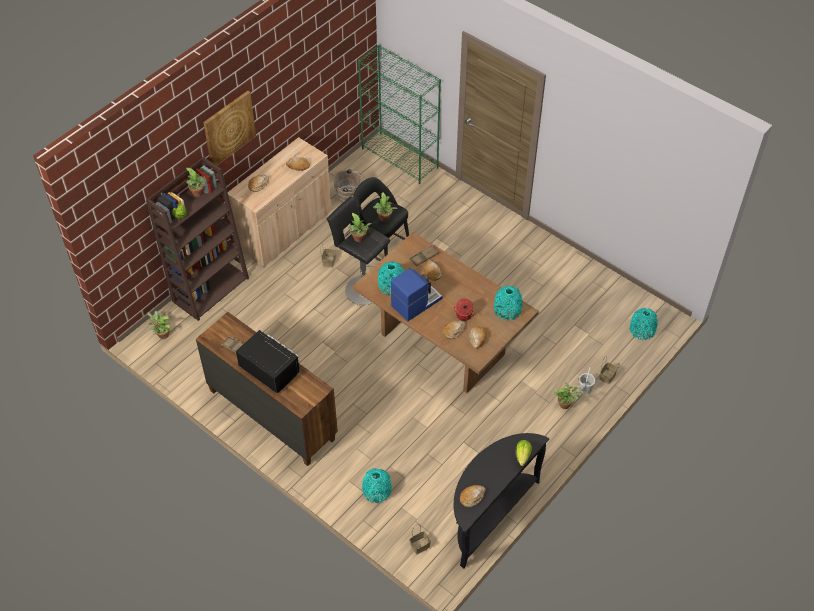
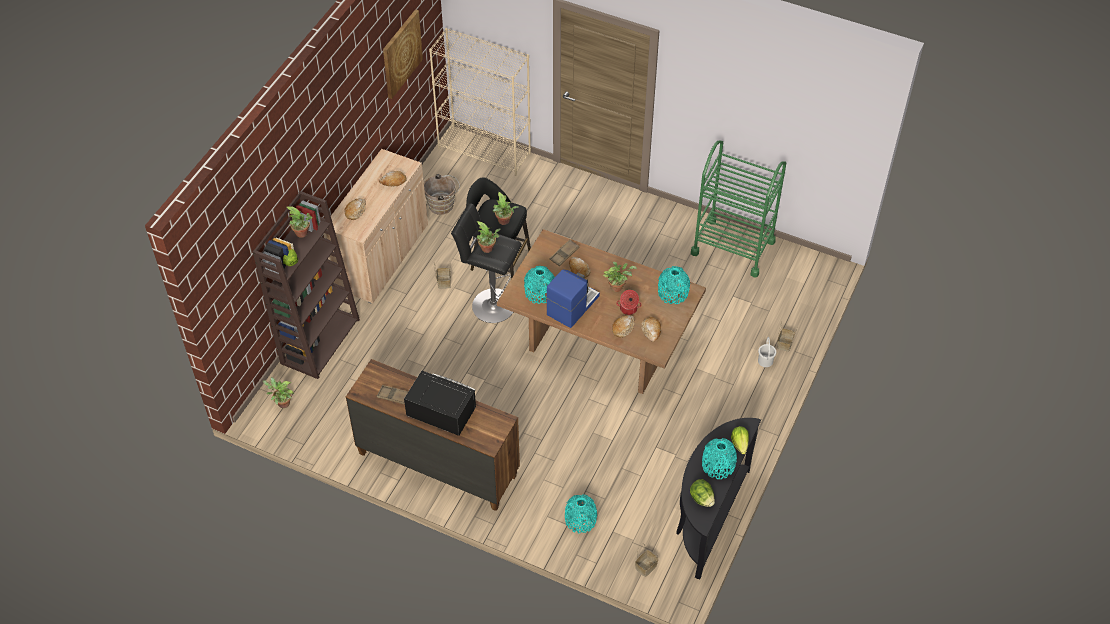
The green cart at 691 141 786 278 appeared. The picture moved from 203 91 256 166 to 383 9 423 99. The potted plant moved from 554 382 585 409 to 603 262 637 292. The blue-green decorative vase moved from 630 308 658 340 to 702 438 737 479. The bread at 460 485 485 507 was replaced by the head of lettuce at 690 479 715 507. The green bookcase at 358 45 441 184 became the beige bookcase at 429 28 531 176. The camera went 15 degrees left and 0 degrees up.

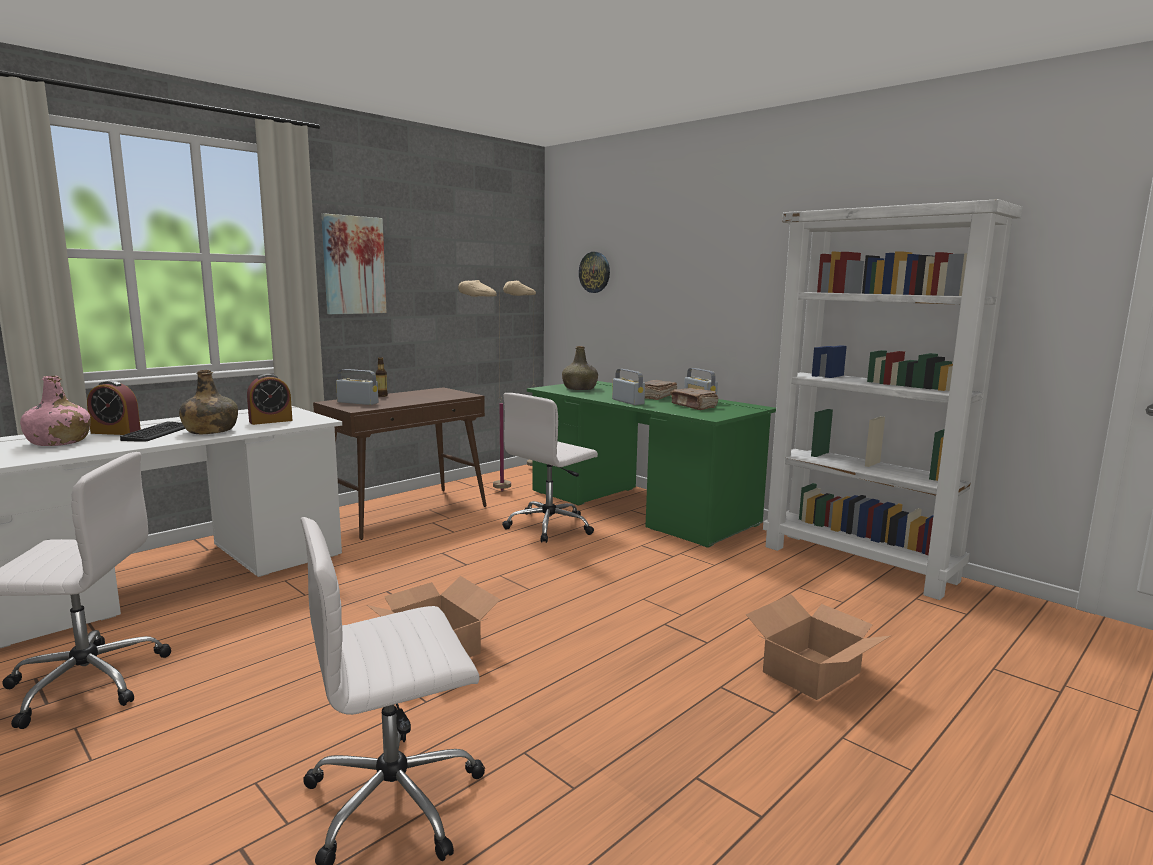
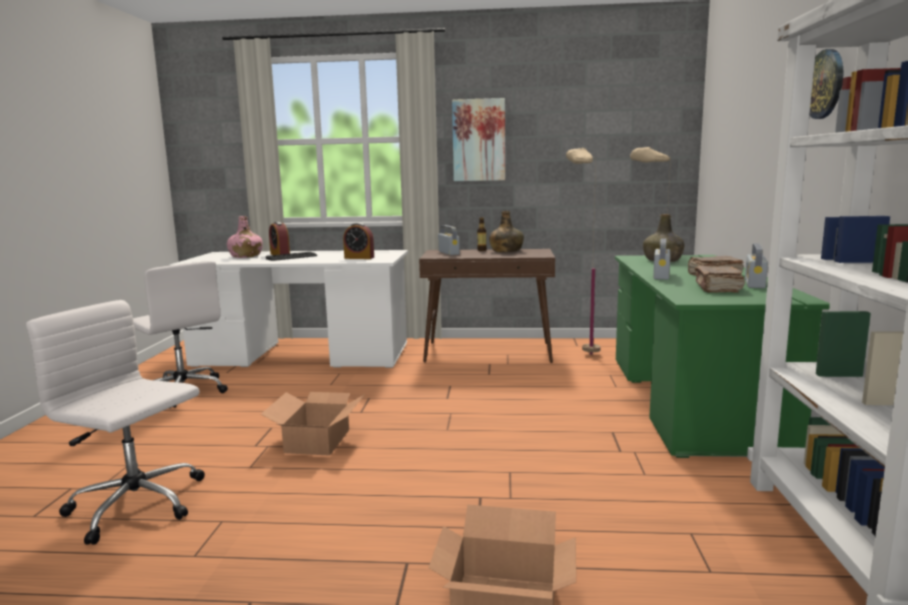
The white-coloured office chair at 502 393 598 543 disappeared. The green beverage bottle moved from 179 370 238 434 to 489 211 524 252. The hanging clock moved from 579 252 610 293 to 809 49 844 119. The camera went 50 degrees right and 0 degrees up.

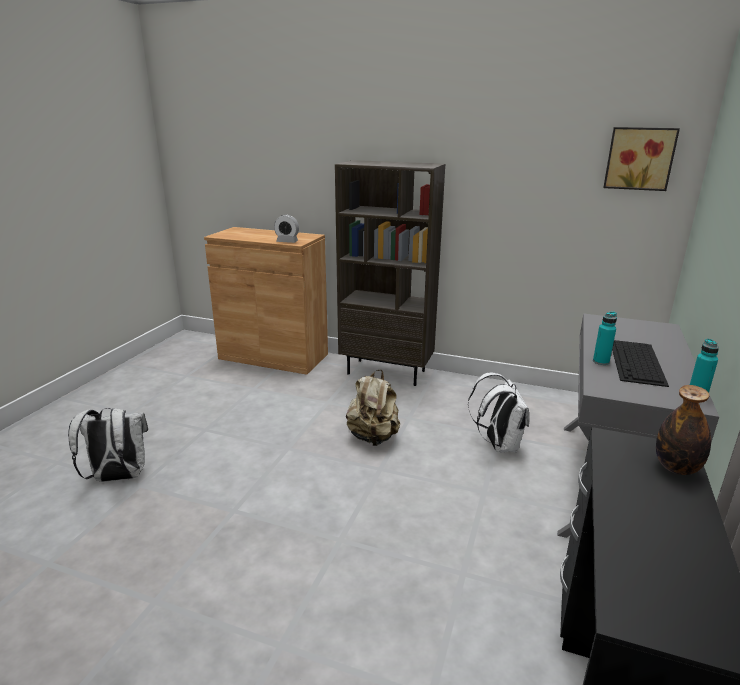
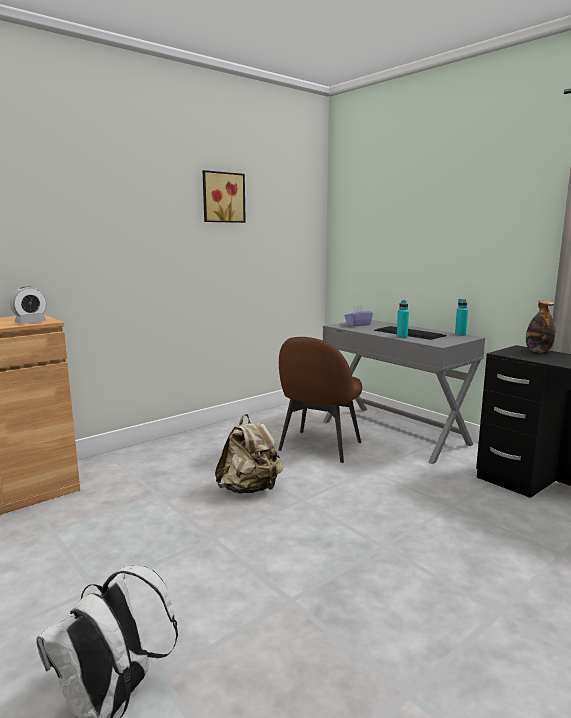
The brownish bookcase at 335 160 445 386 disappeared. The purple-coloured box of tissues at 344 305 373 326 appeared. The picture moved from 603 127 680 191 to 203 170 246 223. The white-coloured rucksack at 468 373 529 453 was replaced by the brownish plain chair at 278 337 362 463. The camera went 60 degrees left and 10 degrees down.

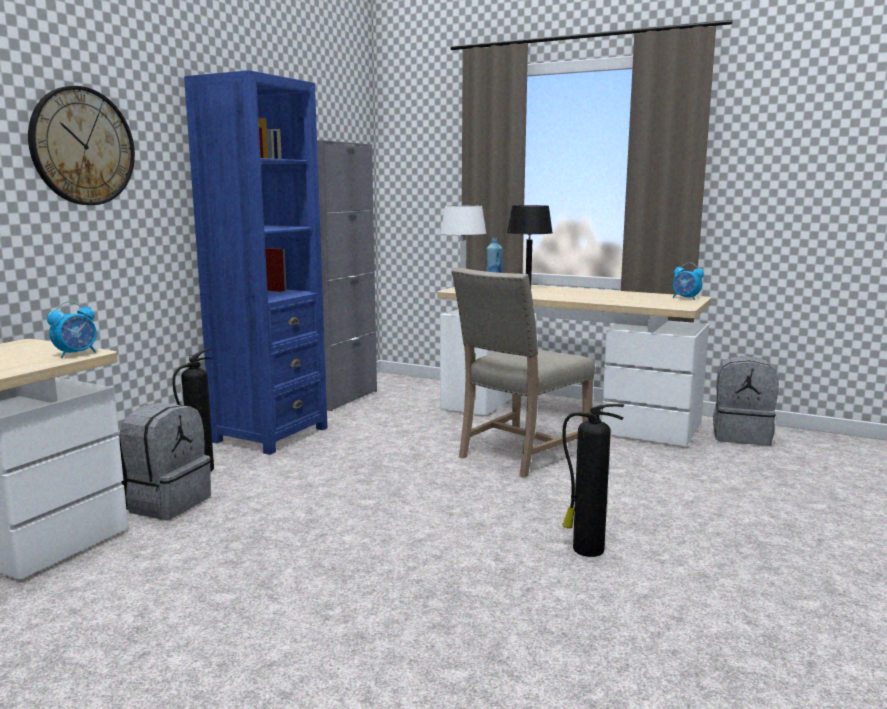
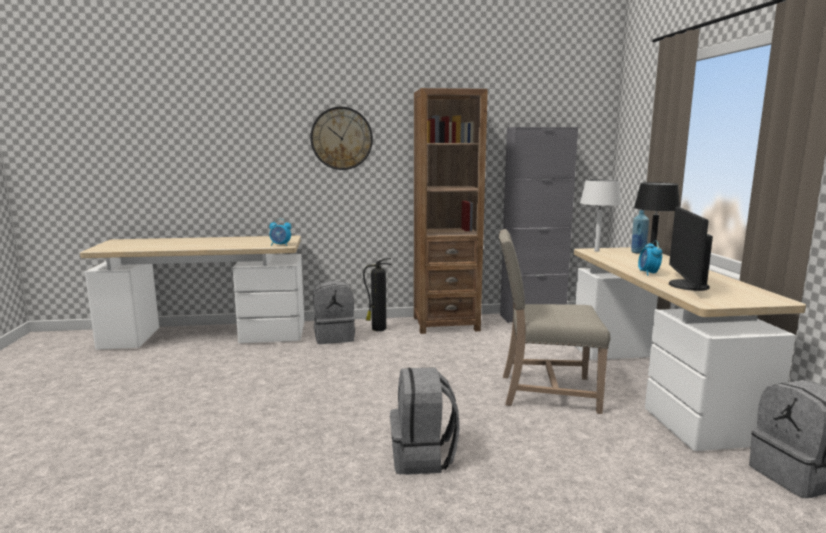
The computer display at 669 206 713 291 appeared. The alarm clock moved from 673 263 704 300 to 638 240 662 276. The extinguisher at 562 404 624 557 was replaced by the grey rucksack at 390 367 460 475. The blue bookcase at 184 70 327 455 became the brownish bookcase at 414 88 488 334. The camera went 55 degrees right and 0 degrees up.

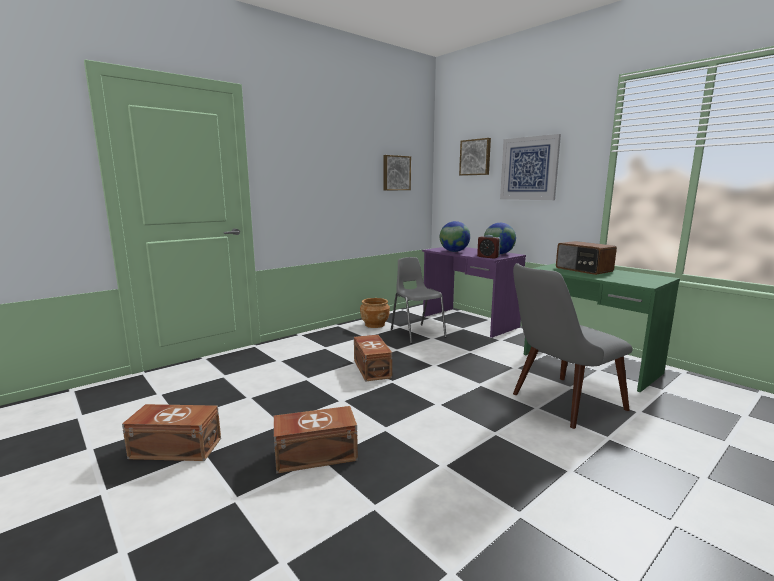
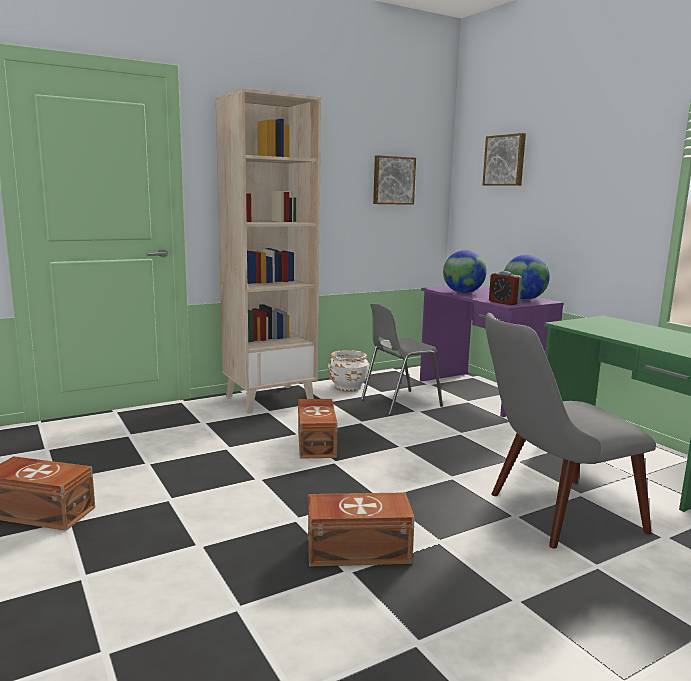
The picture at 500 134 561 200 disappeared. The radio at 556 241 617 275 disappeared. The beige bookcase at 216 88 321 414 appeared. The brownish storage container moved from 274 406 358 474 to 308 492 415 567. The brownish planter at 360 298 390 328 became the white-coloured planter at 328 350 369 391. The grey plain chair at 391 257 447 344 turned 105 degrees counterclockwise. The camera went 10 degrees right and 0 degrees up.

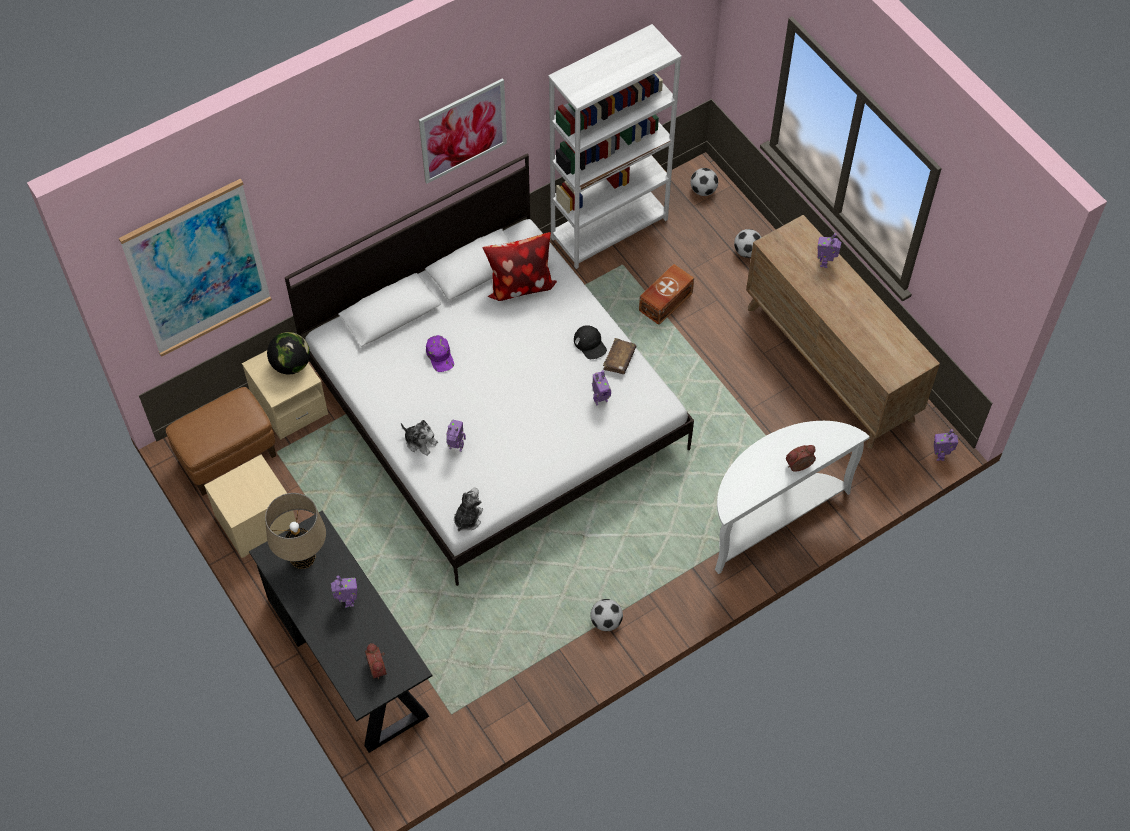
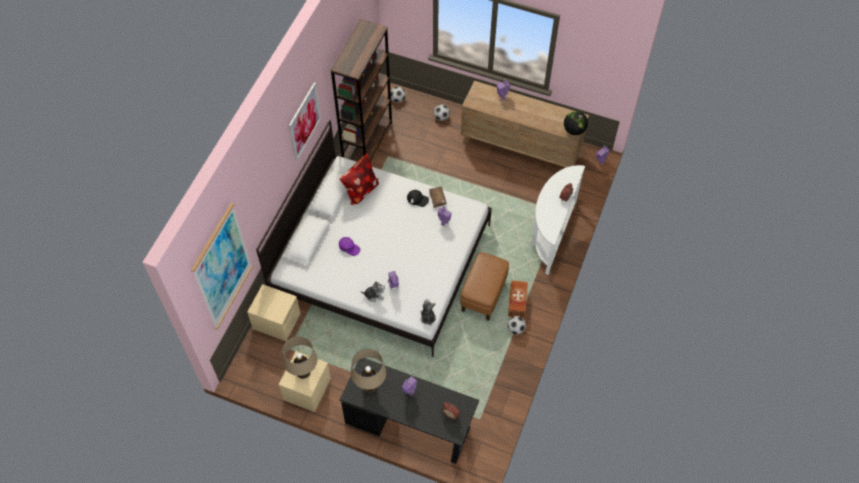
The beige table lamp at 283 336 317 379 appeared. The brownish footrest moved from 166 387 276 495 to 460 252 509 321. The globe moved from 267 332 310 374 to 564 111 588 135. The brownish storage container moved from 639 264 694 325 to 508 280 528 319. The white-coloured bookcase at 548 24 682 269 became the brownish bookcase at 331 19 392 162. The camera went 35 degrees left and 0 degrees up.

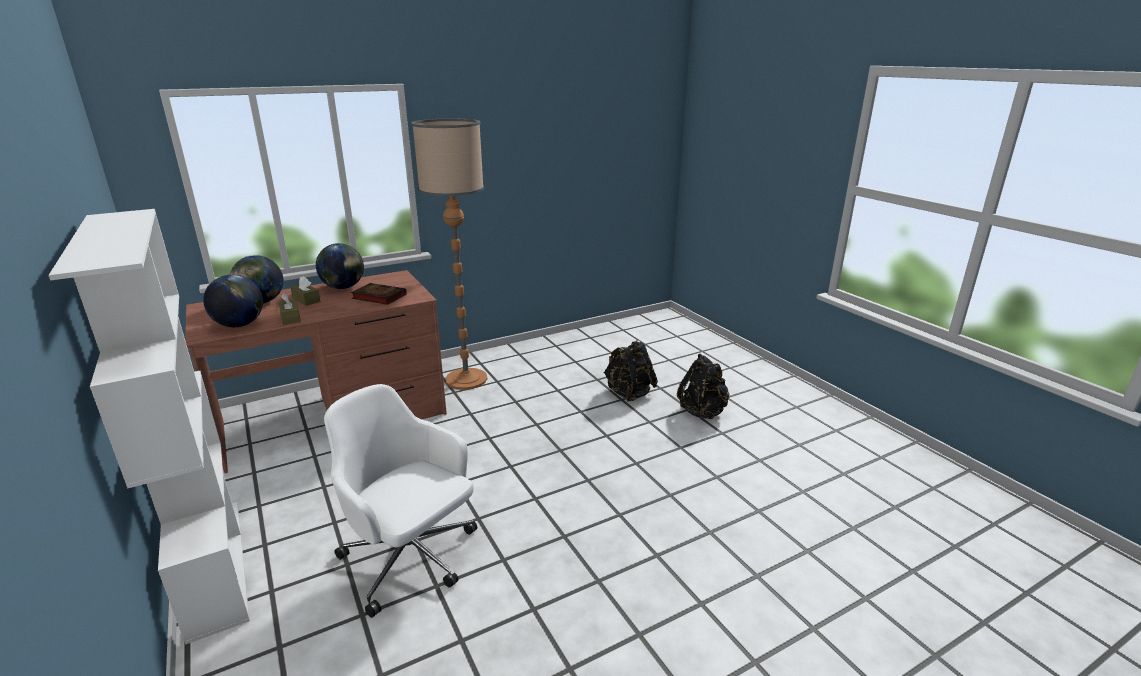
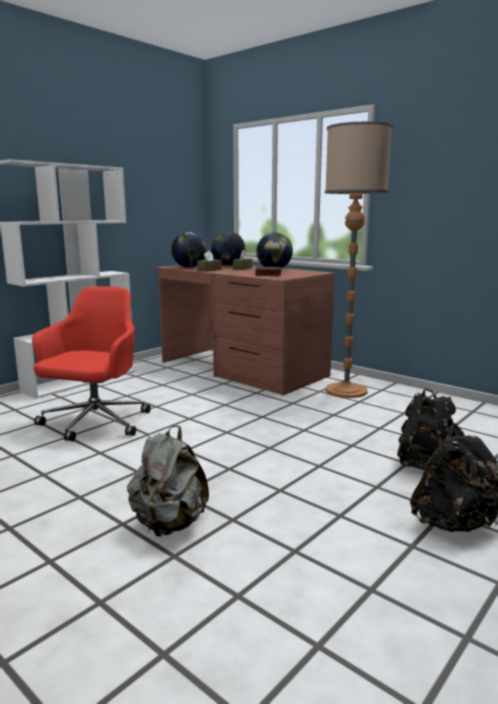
The grey rucksack at 127 425 209 537 appeared. The white-coloured office chair at 324 384 477 618 became the red-coloured office chair at 32 286 151 441. The camera went 70 degrees right and 10 degrees down.

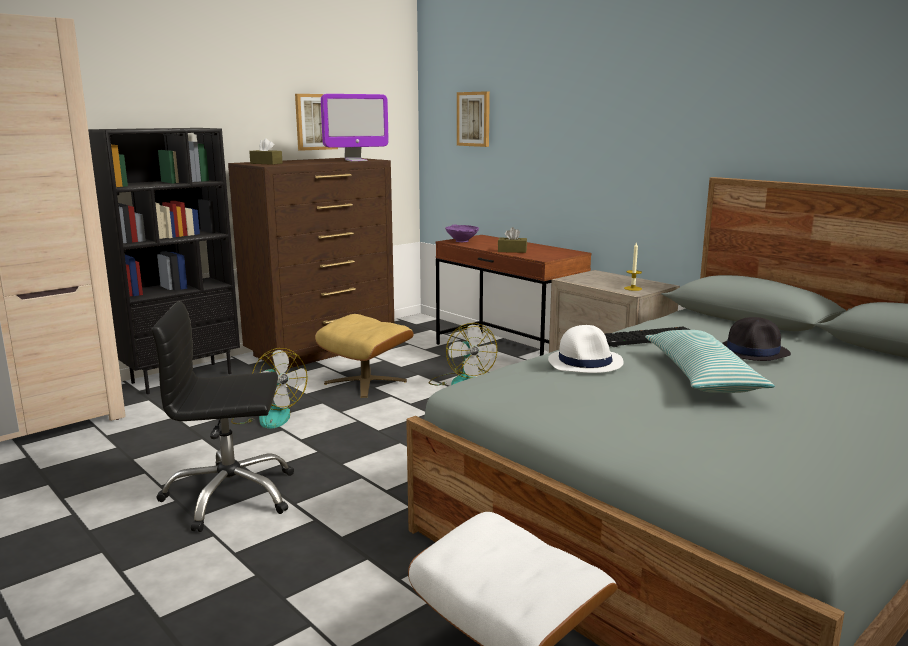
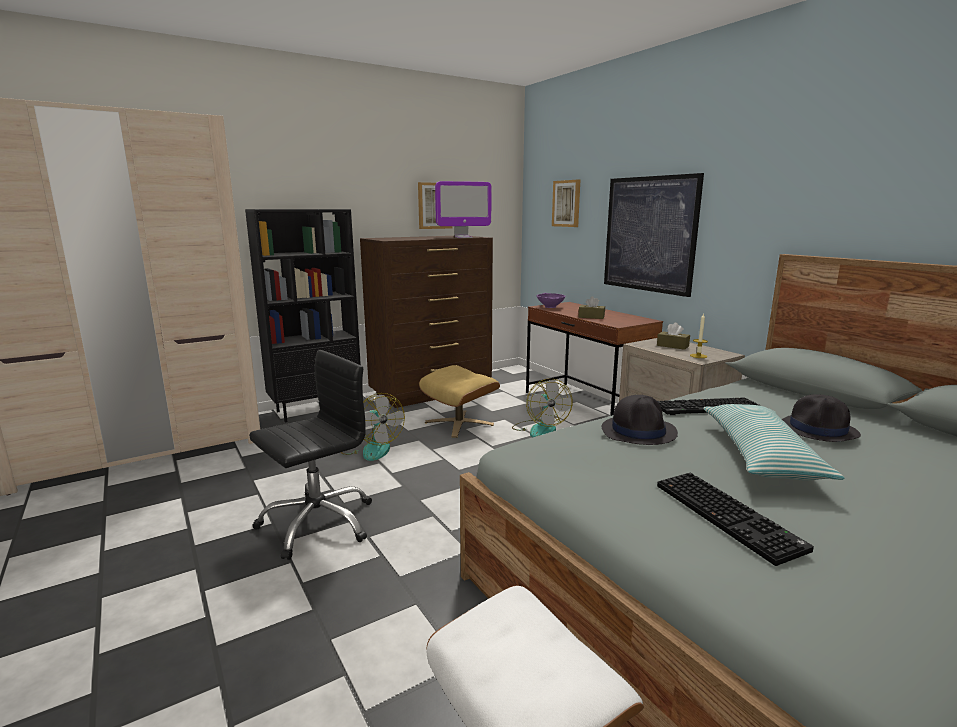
The picture at 604 173 704 297 appeared. The keyboard at 657 472 814 566 appeared. The brownish box of tissues moved from 249 138 283 165 to 657 323 690 350. The white-coloured wearable hat at 548 325 624 373 became the black wearable hat at 602 395 678 445. The black office chair at 151 301 294 532 turned 135 degrees clockwise. The camera went 10 degrees right and 0 degrees up.

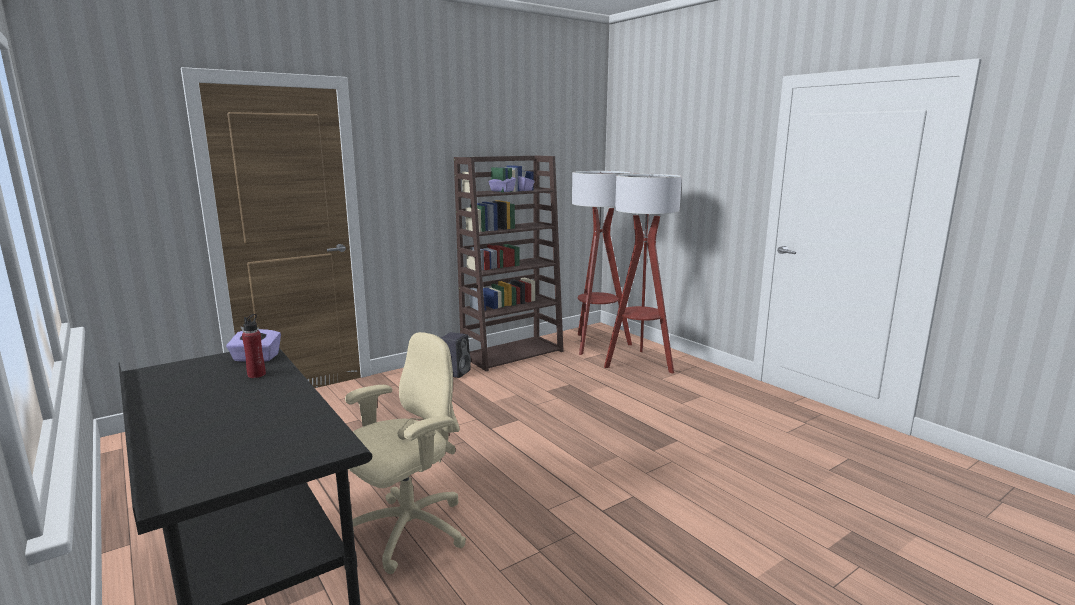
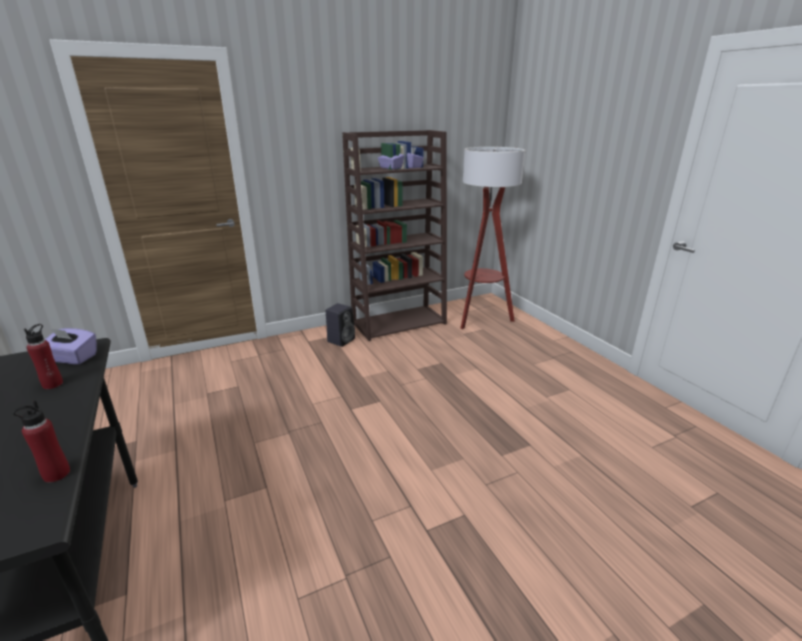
The beige office chair at 345 332 466 574 disappeared. The floor lamp at 604 174 682 374 disappeared. The red-coloured beverage bottle at 13 401 70 483 appeared. The camera went 10 degrees right and 10 degrees up.

